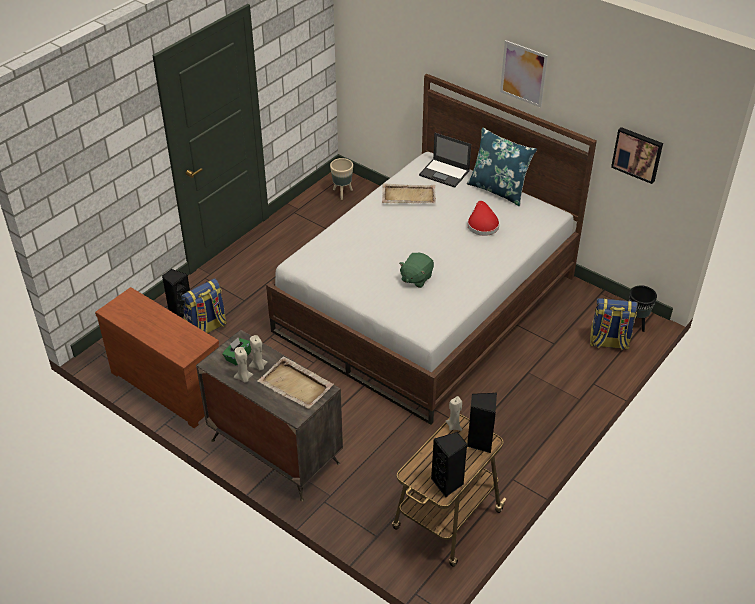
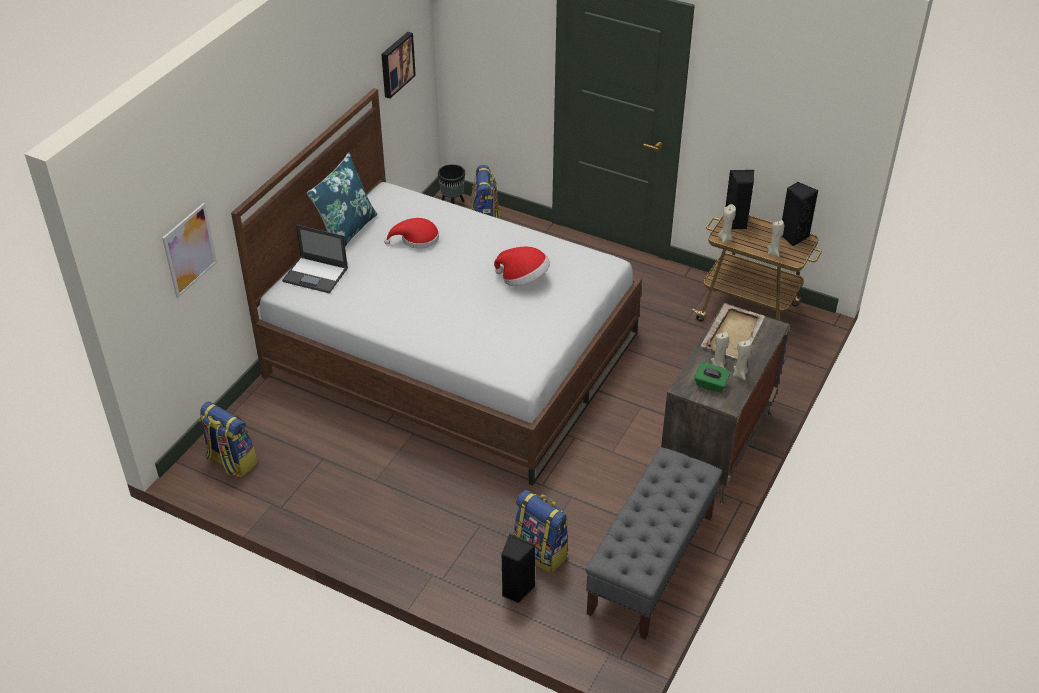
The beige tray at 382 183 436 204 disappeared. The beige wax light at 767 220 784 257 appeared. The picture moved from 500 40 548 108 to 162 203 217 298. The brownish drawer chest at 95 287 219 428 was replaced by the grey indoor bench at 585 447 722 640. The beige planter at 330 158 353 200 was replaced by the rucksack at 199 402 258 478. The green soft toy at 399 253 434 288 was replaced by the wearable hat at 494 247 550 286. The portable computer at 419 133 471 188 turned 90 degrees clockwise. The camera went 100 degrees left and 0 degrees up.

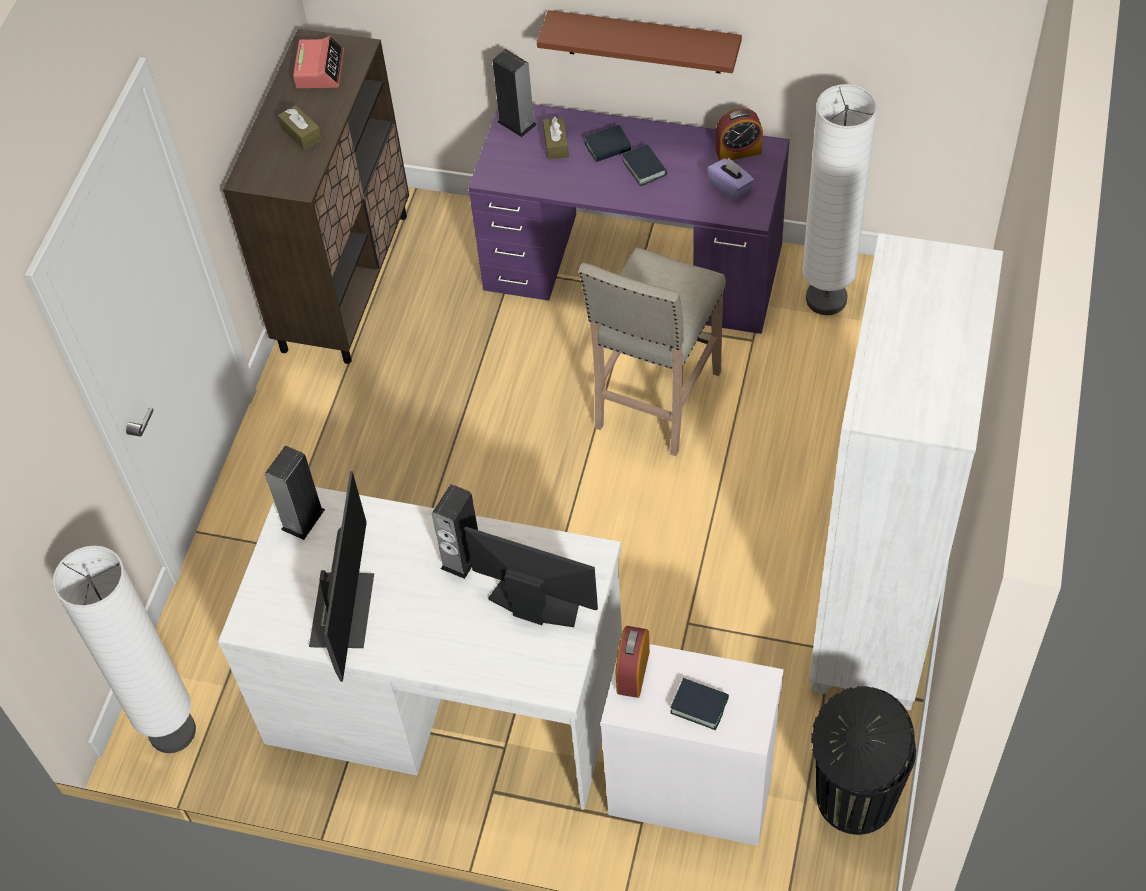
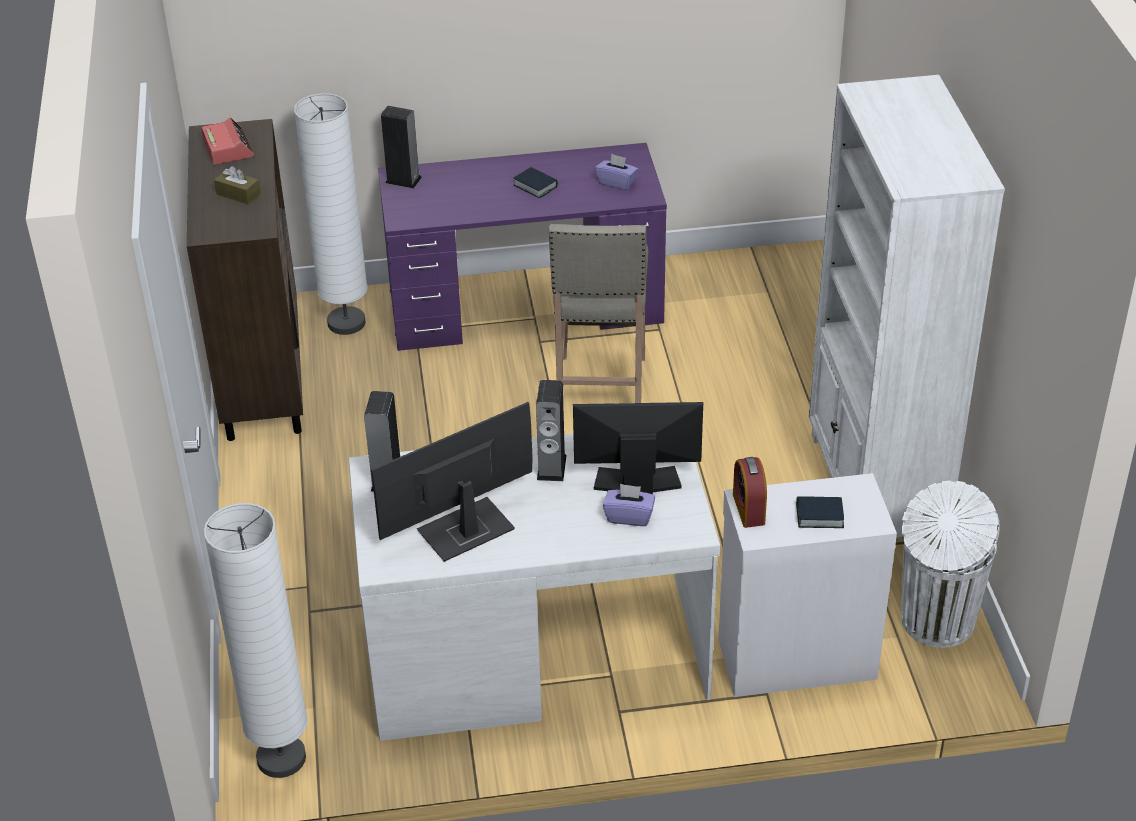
The brownish shelf at 537 10 742 74 disappeared. The brownish box of tissues at 543 117 569 160 disappeared. The book at 584 125 631 162 disappeared. The alarm clock at 715 108 763 161 disappeared. The purple-coloured box of tissues at 603 484 655 526 appeared. The white-coloured floor lamp moved from 802 84 878 315 to 294 93 368 335. The black waste bin at 811 686 916 835 became the white-coloured waste bin at 901 480 1000 648. The computer display at 309 471 374 682 turned 105 degrees counterclockwise. The camera went 25 degrees left and 15 degrees down.

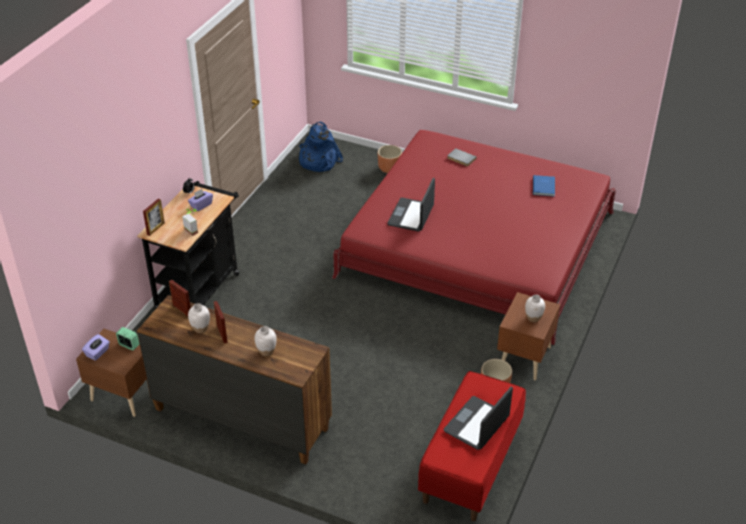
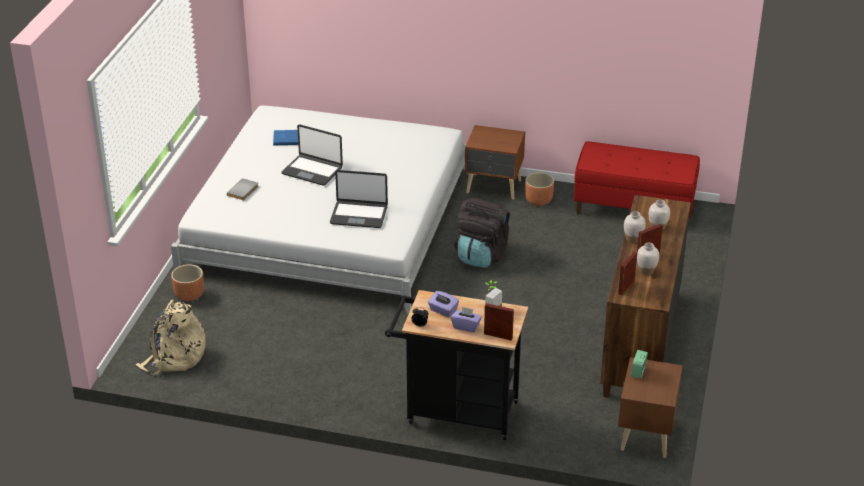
The black rucksack at 455 198 510 268 appeared. The purple-coloured box of tissues moved from 82 334 110 361 to 451 307 482 333. The portable computer moved from 444 386 513 450 to 282 125 343 185. The white-coloured decorative vase moved from 525 295 545 322 to 624 211 646 243. The blue rucksack at 299 122 343 172 became the beige rucksack at 135 299 205 375. The red-coloured bed at 332 130 616 345 became the white-coloured bed at 171 105 469 314. The camera went 100 degrees left and 5 degrees down.

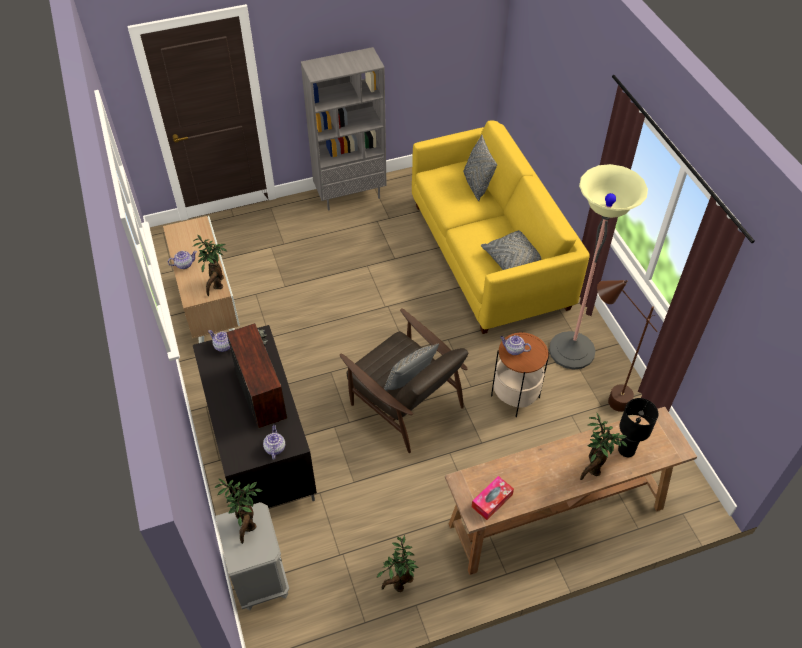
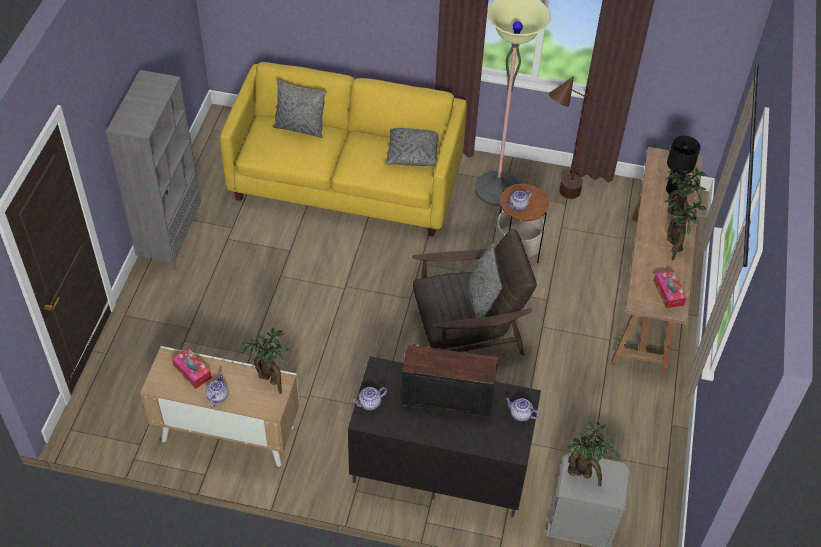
The box of tissues at 172 348 212 389 appeared. The potted plant moved from 376 535 419 592 to 664 195 706 260. The camera went 60 degrees left and 0 degrees up.

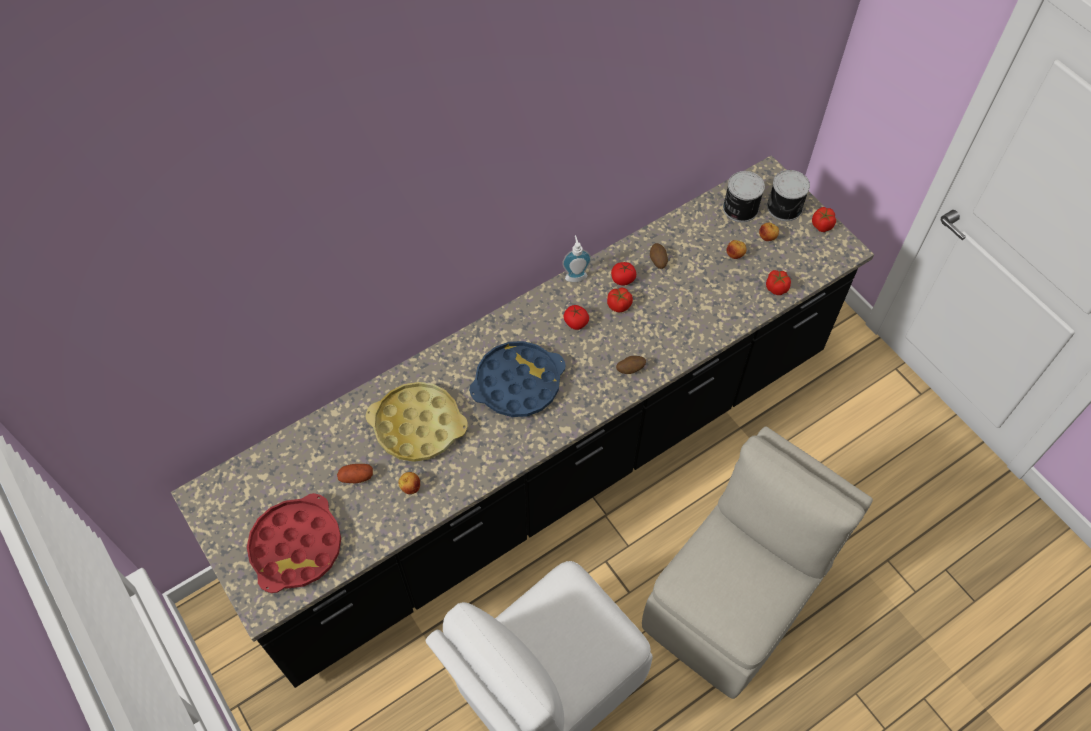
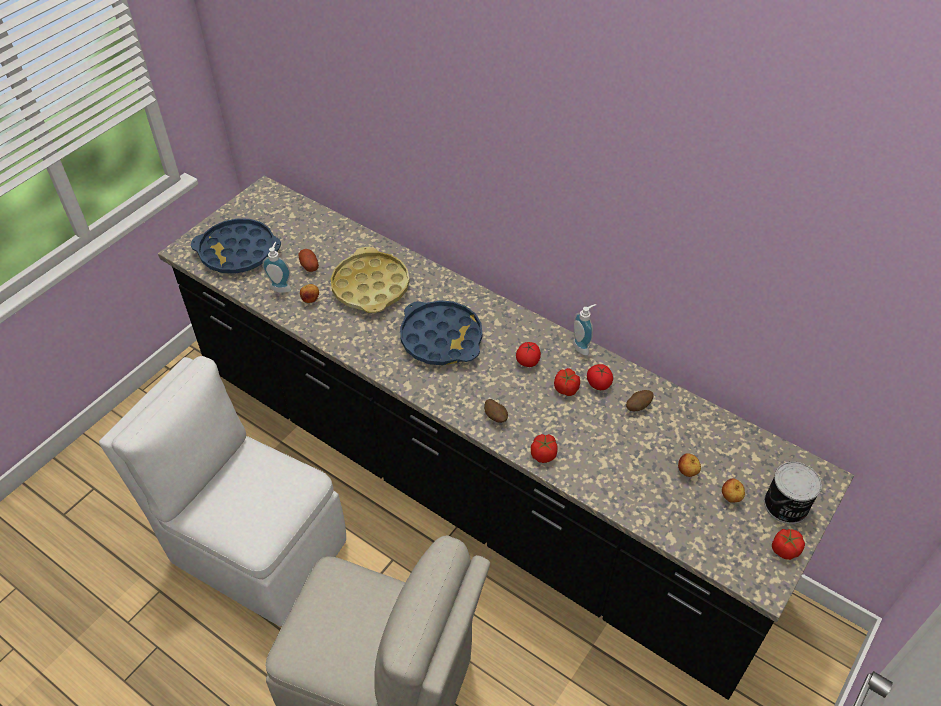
The sealed can at 723 171 765 222 disappeared. The liquid soap bottle at 262 242 291 293 appeared. The fresh tomato moved from 766 270 791 295 to 531 434 558 463. The red-coloured tray at 247 493 341 593 became the blue tray at 191 218 281 274. The camera went 70 degrees right and 10 degrees down.

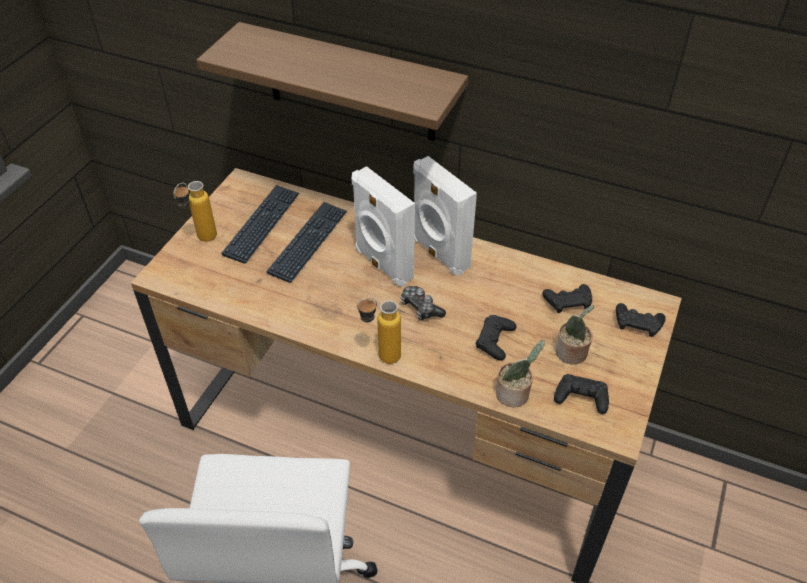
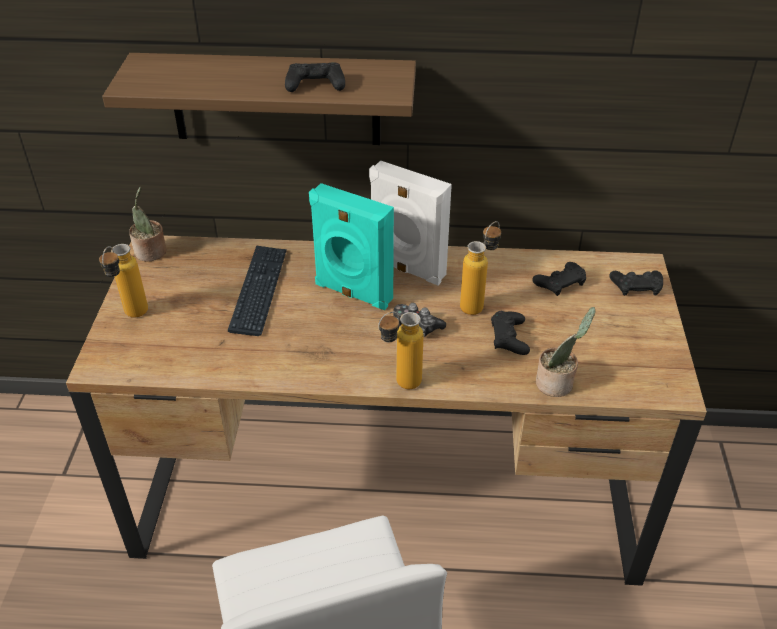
The keyboard at 221 185 299 264 disappeared. The beverage bottle at 460 221 501 315 appeared. The black game controller moved from 554 374 609 414 to 285 62 345 92. The potted plant moved from 555 305 594 365 to 129 187 166 261. The white-coloured audio speaker at 352 166 415 287 became the blue-green audio speaker at 309 183 394 310. The camera went 20 degrees left and 5 degrees down.

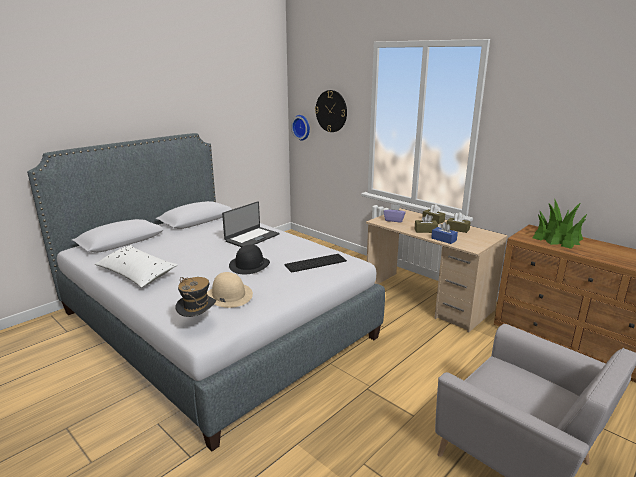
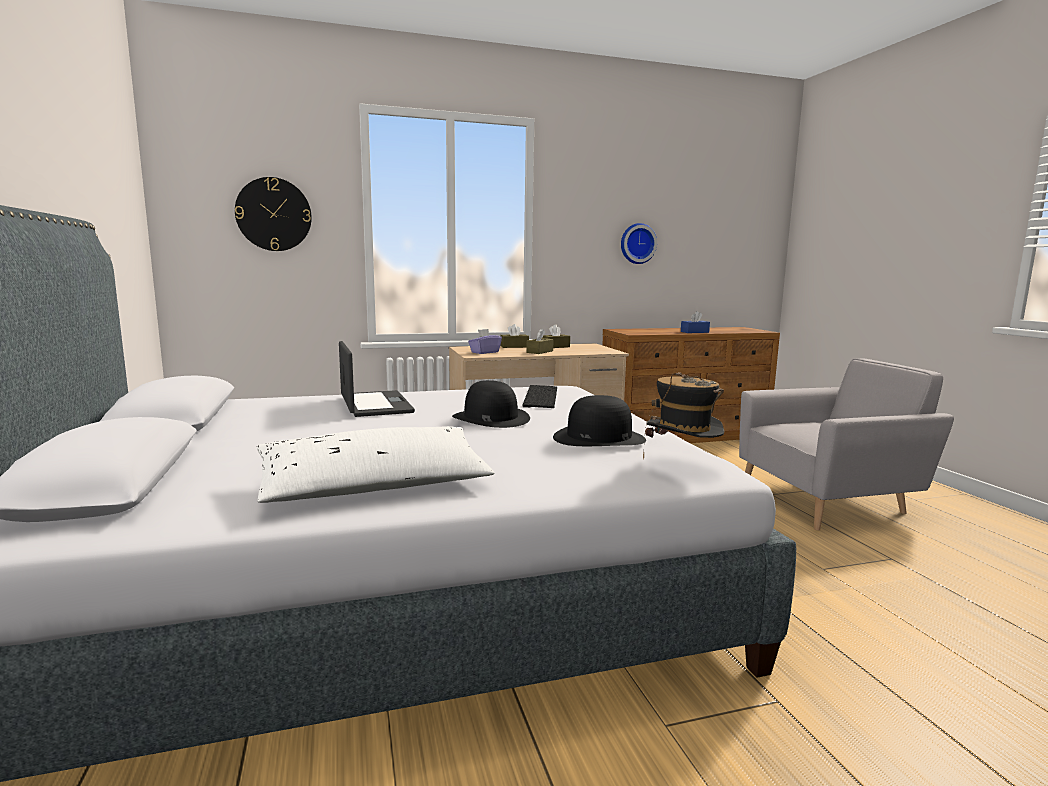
The potted plant at 532 199 587 249 disappeared. The hanging clock moved from 291 115 310 141 to 621 223 657 264. The blue box of tissues moved from 431 222 458 244 to 681 311 710 333. The beige wearable hat at 207 272 253 308 became the black wearable hat at 553 395 646 446. The camera went 60 degrees left and 10 degrees down.

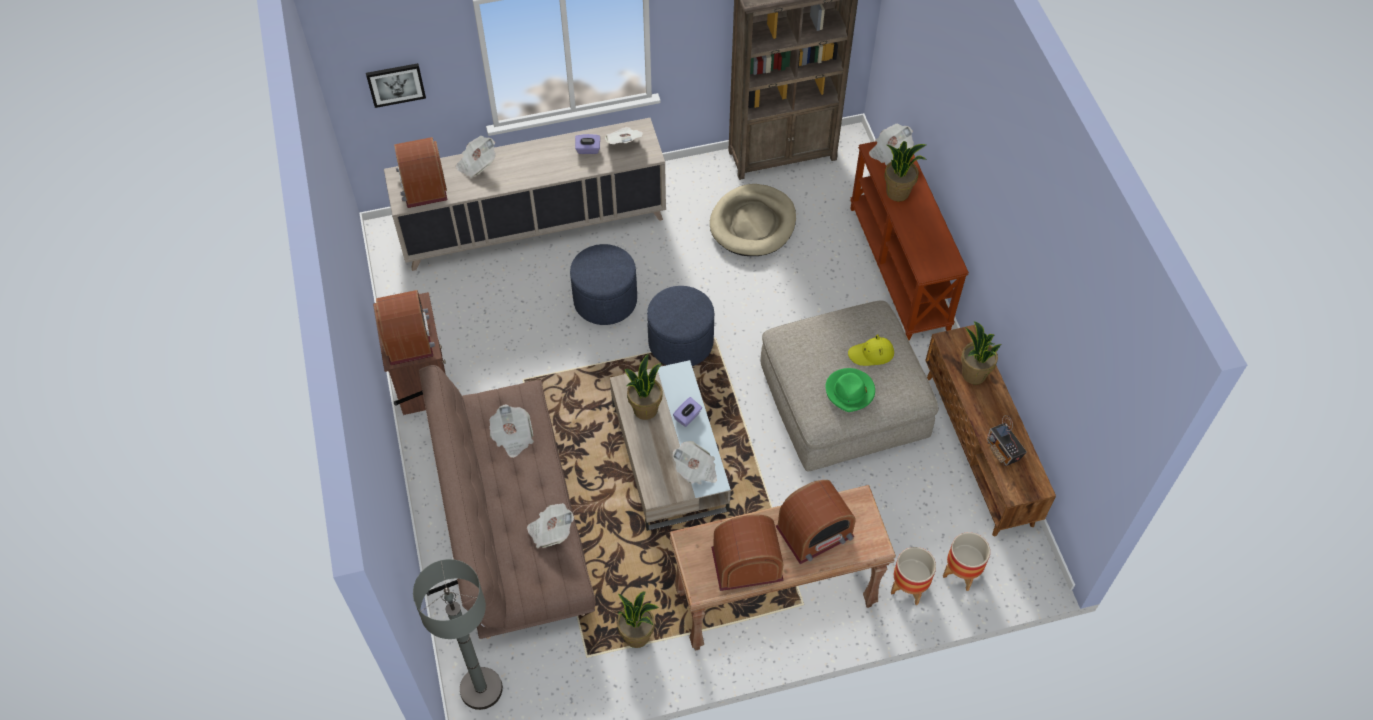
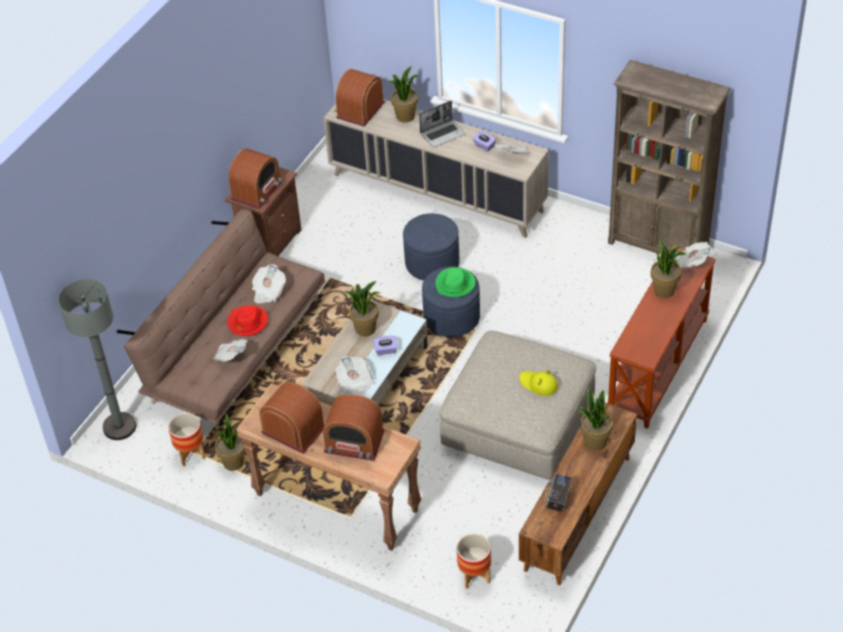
The picture at 366 63 426 108 disappeared. The beige dog bed at 710 184 796 256 disappeared. The red-coloured wearable hat at 227 305 268 336 appeared. The portable computer at 419 101 465 147 appeared. The green wearable hat moved from 825 368 875 412 to 435 267 476 297. The planter moved from 891 547 936 605 to 168 413 205 466. The printed paper at 455 136 496 178 was replaced by the potted plant at 387 66 418 123. The camera went 45 degrees right and 10 degrees down.

